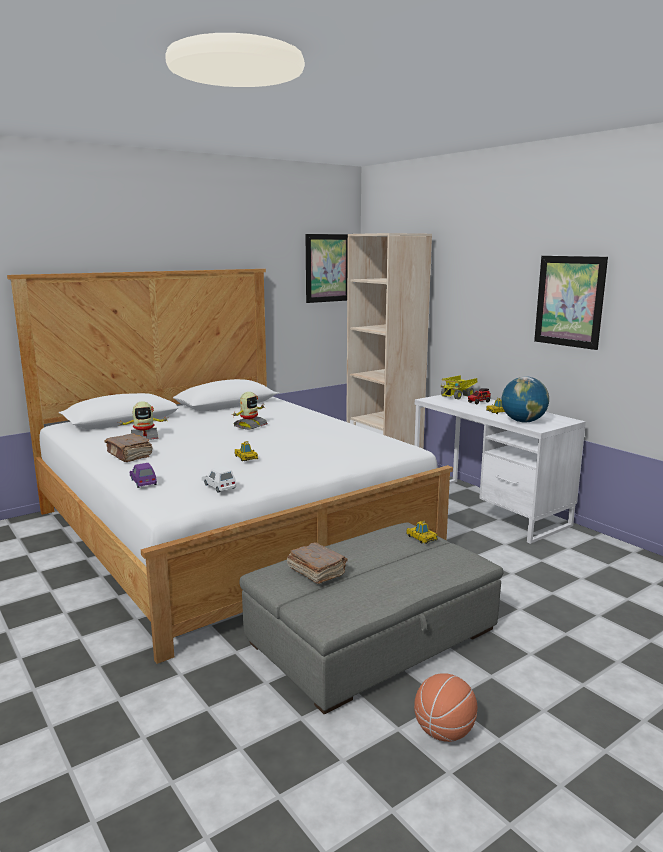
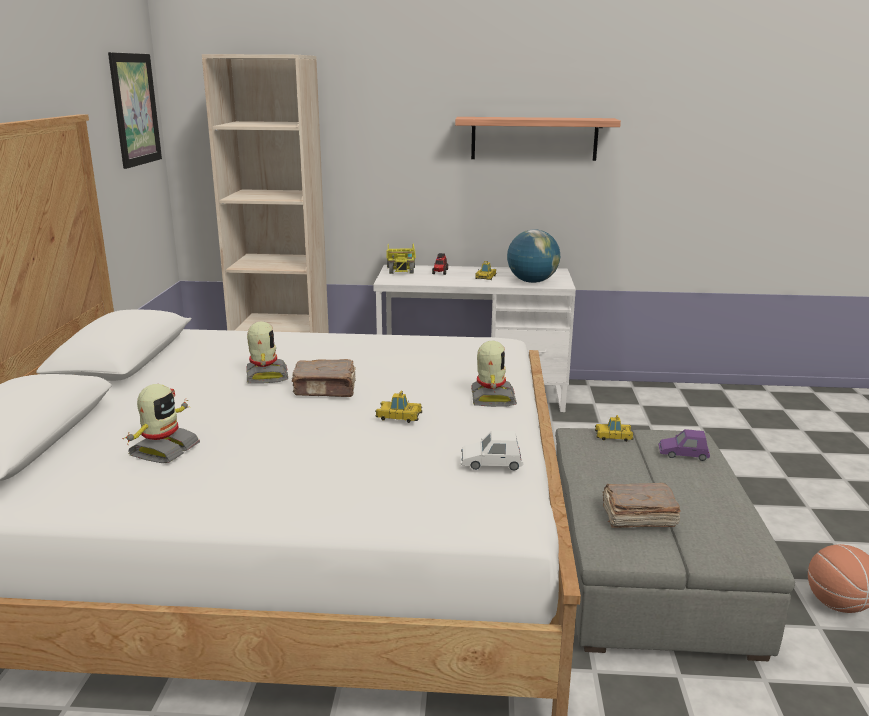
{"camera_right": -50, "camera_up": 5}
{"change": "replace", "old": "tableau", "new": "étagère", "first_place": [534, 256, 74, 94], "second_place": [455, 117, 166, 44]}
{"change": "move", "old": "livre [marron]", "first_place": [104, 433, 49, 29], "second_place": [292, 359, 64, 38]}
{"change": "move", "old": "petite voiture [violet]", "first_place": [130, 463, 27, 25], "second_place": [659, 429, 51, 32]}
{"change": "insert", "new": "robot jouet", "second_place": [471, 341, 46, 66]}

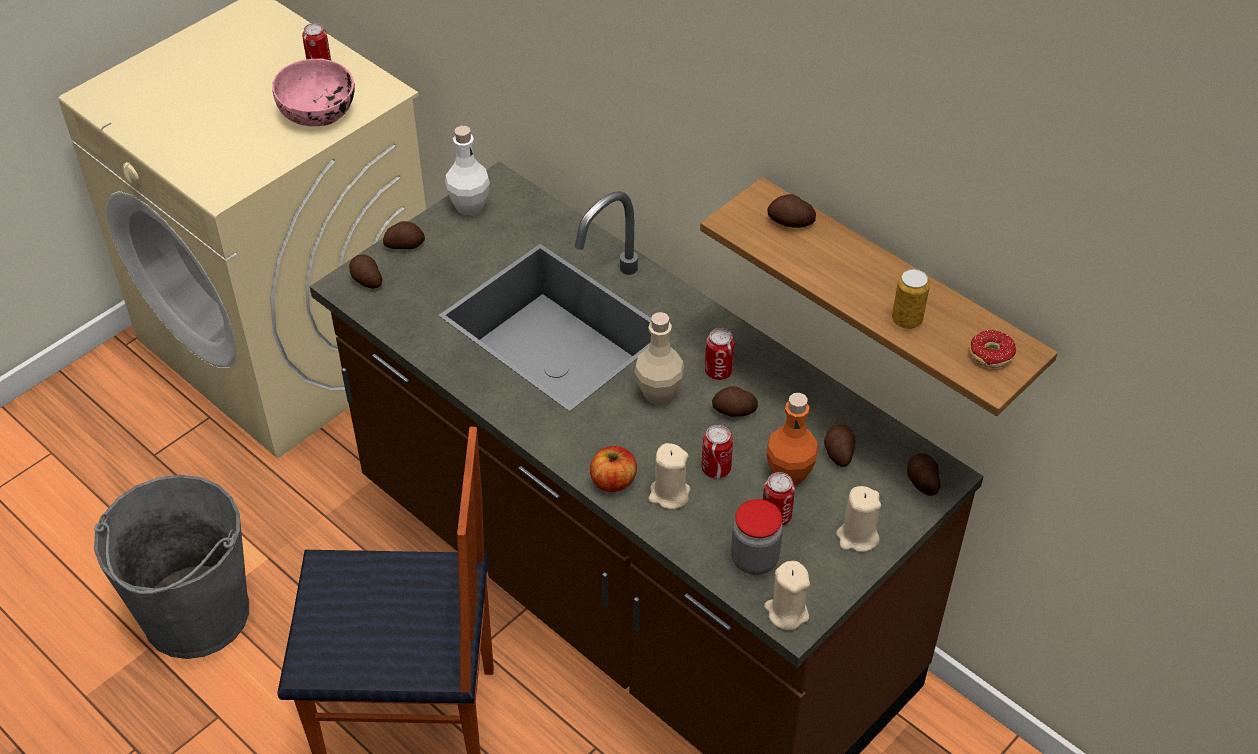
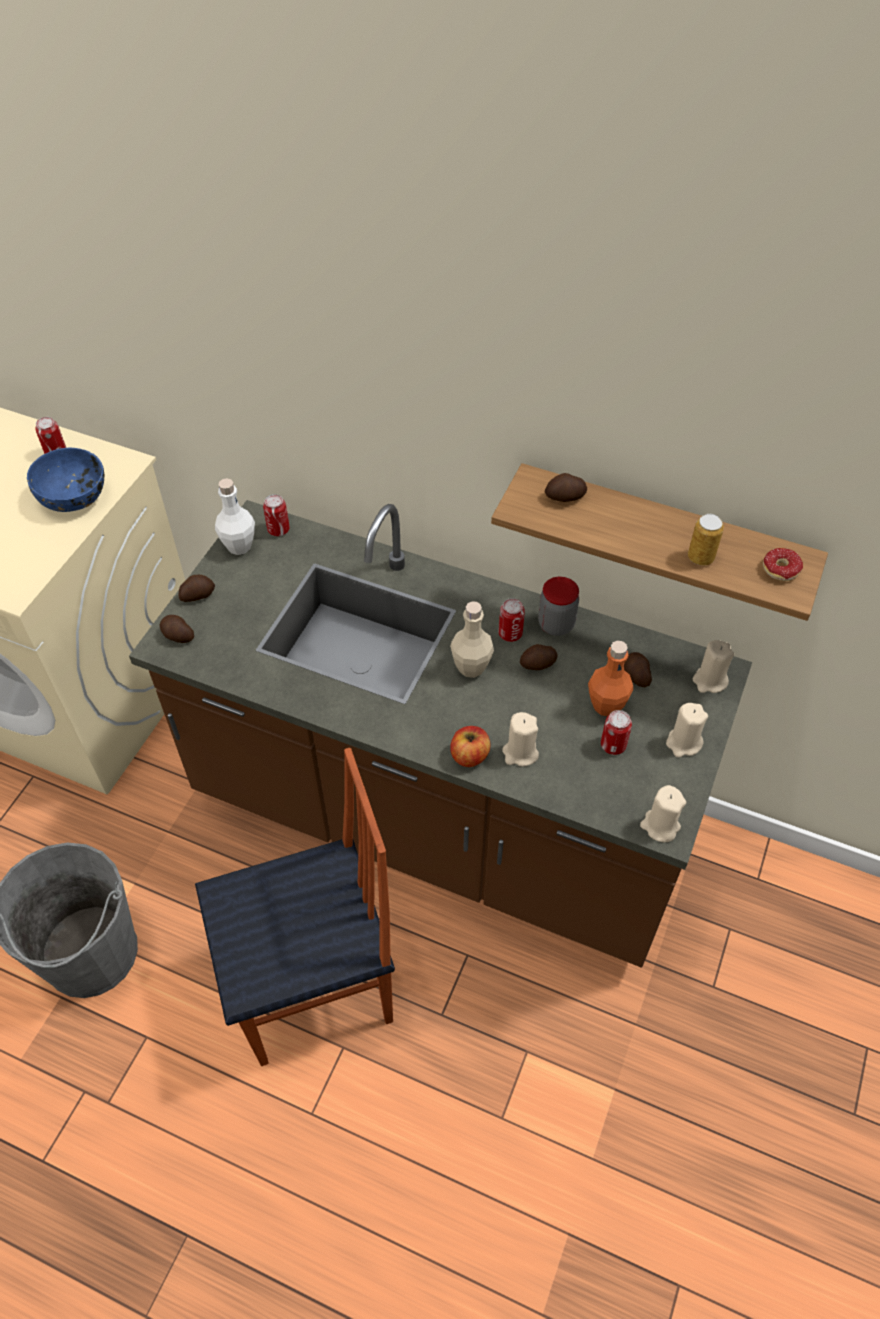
{"camera_right": -20, "camera_up": 5}
{"change": "recolor", "old": "bol [rose]", "new": "bol [bleu]", "first_place": [272, 59, 83, 67], "second_place": [27, 448, 77, 64]}
{"change": "move", "old": "boîte métallique", "first_place": [701, 425, 32, 53], "second_place": [263, 494, 27, 42]}
{"change": "replace", "old": "pomme de terre", "new": "bougie [beige]", "first_place": [907, 453, 33, 43], "second_place": [693, 640, 41, 53]}
{"change": "move", "old": "bocal", "first_place": [731, 499, 52, 76], "second_place": [538, 577, 41, 59]}

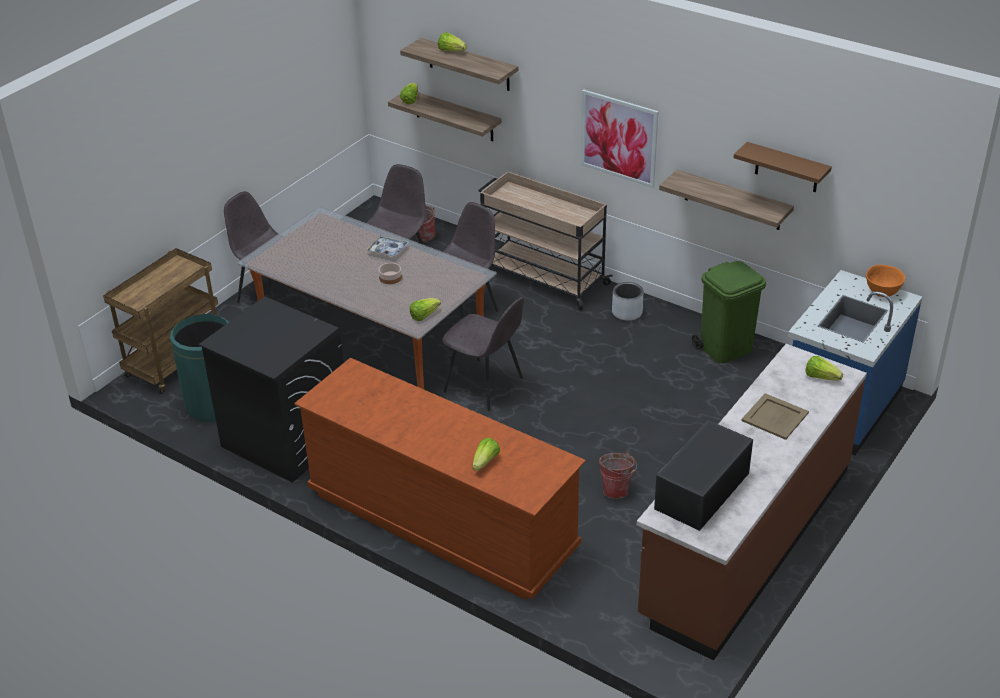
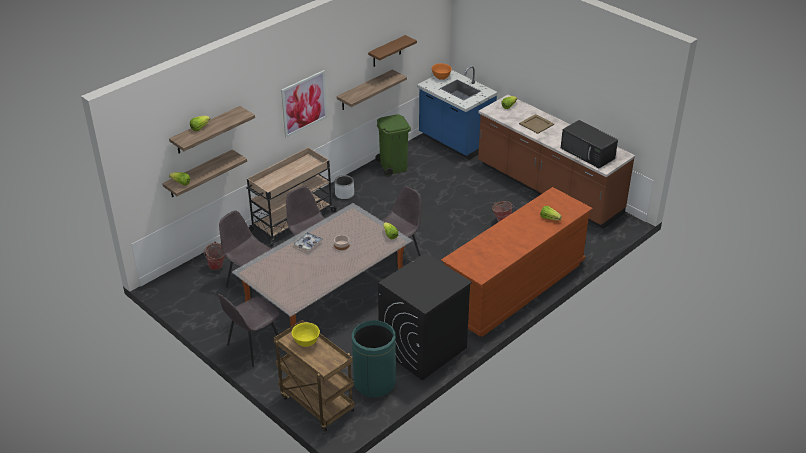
{"camera_right": -80, "camera_up": 0}
{"change": "insert", "new": "bol [jaune]", "second_place": [292, 322, 28, 25]}

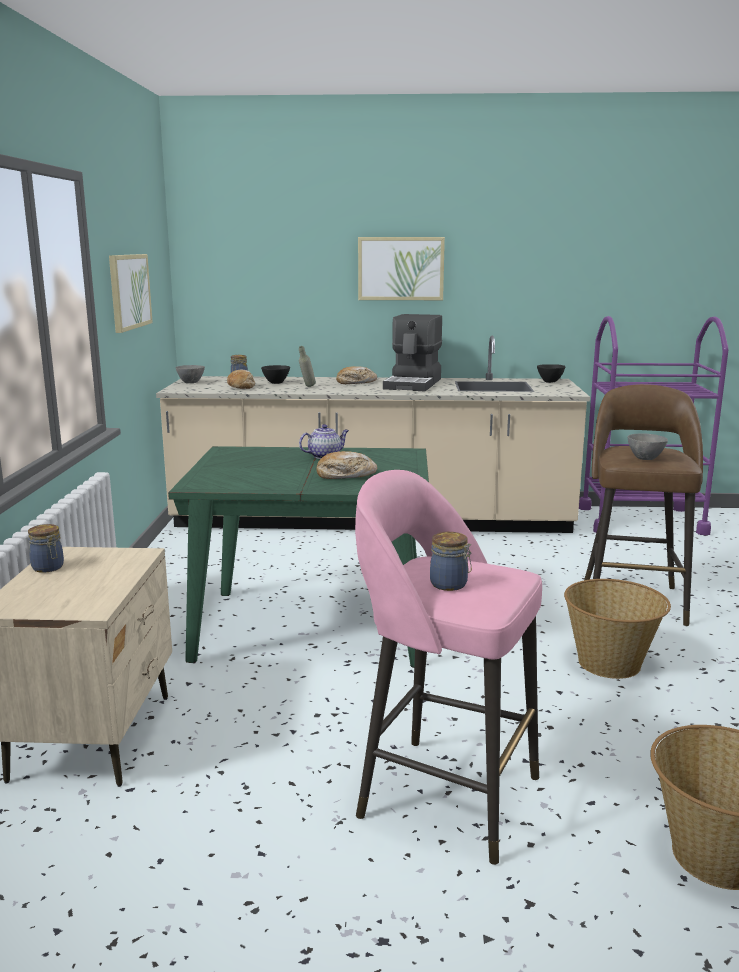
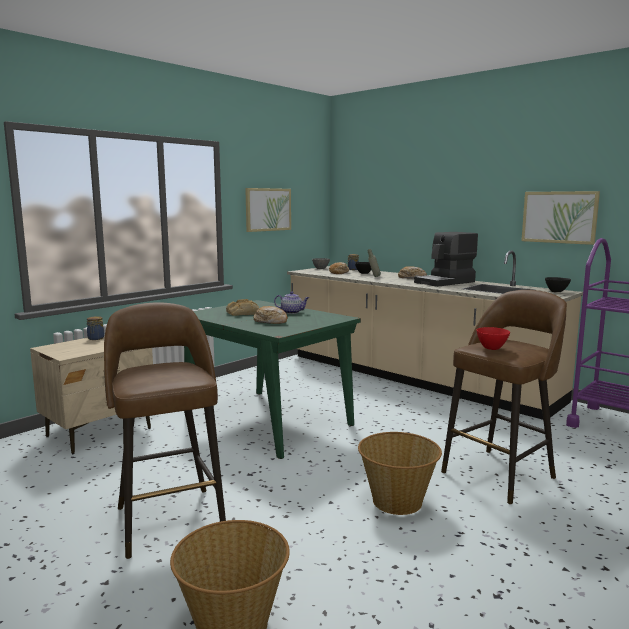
{"camera_right": 40, "camera_up": -5}
{"change": "move", "old": "tableau", "first_place": [358, 237, 87, 63], "second_place": [521, 191, 79, 54]}
{"change": "recolor", "old": "bol [gris]", "new": "bol [rouge]", "first_place": [627, 434, 41, 26], "second_place": [476, 327, 34, 23]}
{"change": "recolor", "old": "tabouret [rose]", "new": "tabouret [marron]", "first_place": [355, 470, 187, 395], "second_place": [104, 302, 122, 257]}
{"change": "delete", "old": "bocal", "first_place": [430, 532, 42, 59]}
{"change": "insert", "new": "pain", "second_place": [226, 299, 33, 17]}

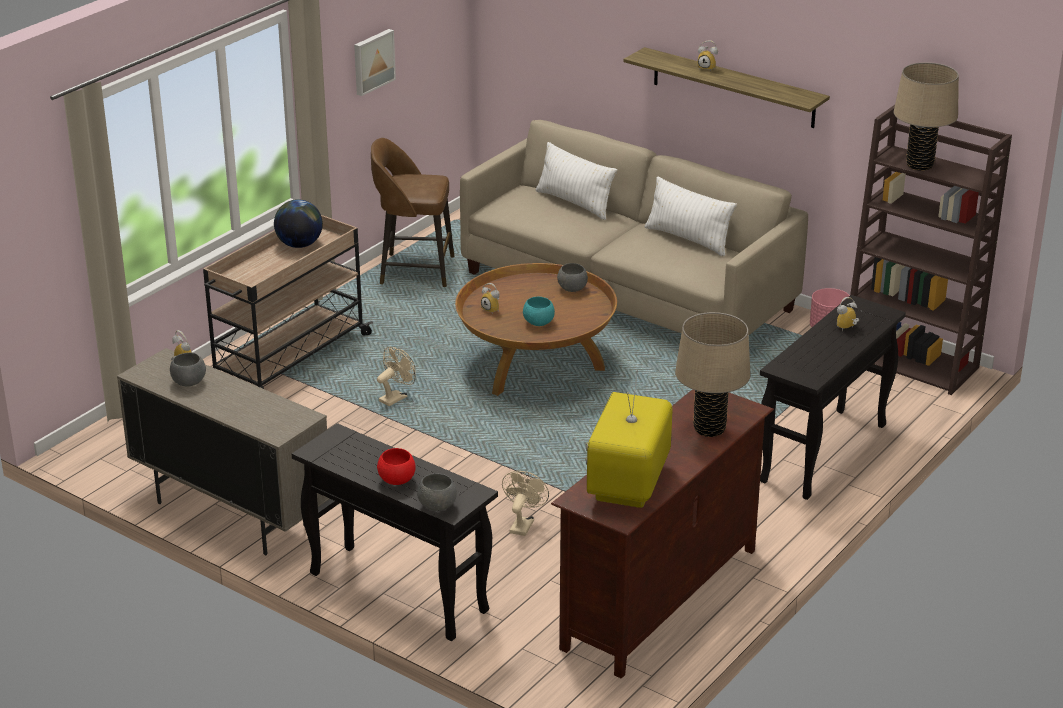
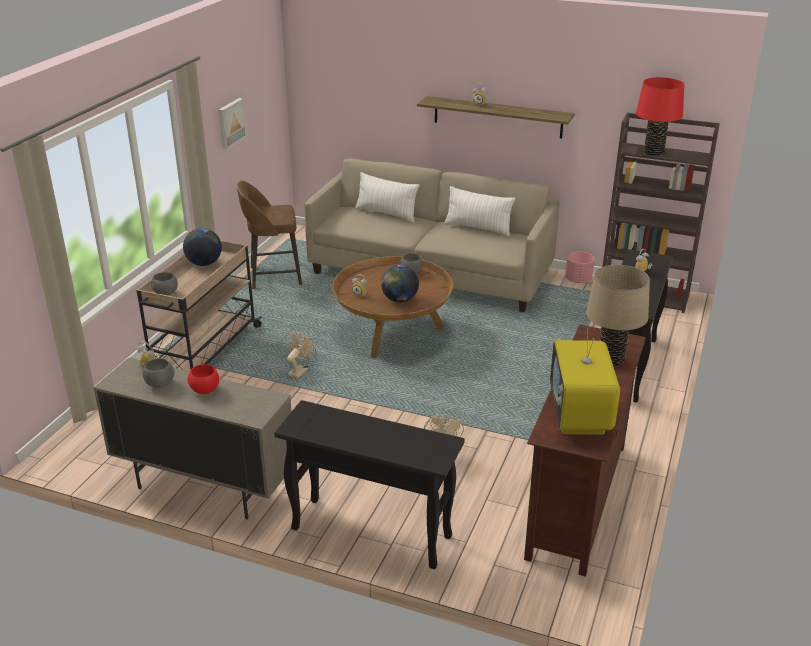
{"camera_right": -15, "camera_up": 0}
{"change": "recolor", "old": "lampe de table [beige]", "new": "lampe de table [rouge]", "first_place": [894, 62, 65, 109], "second_place": [636, 77, 48, 79]}
{"change": "replace", "old": "bol [turquoise]", "new": "globe", "first_place": [523, 297, 32, 29], "second_place": [381, 265, 38, 38]}
{"change": "move", "old": "bol [rouge]", "first_place": [377, 448, 39, 37], "second_place": [188, 364, 31, 30]}
{"change": "move", "old": "bol [gris]", "first_place": [417, 473, 40, 38], "second_place": [151, 272, 27, 23]}

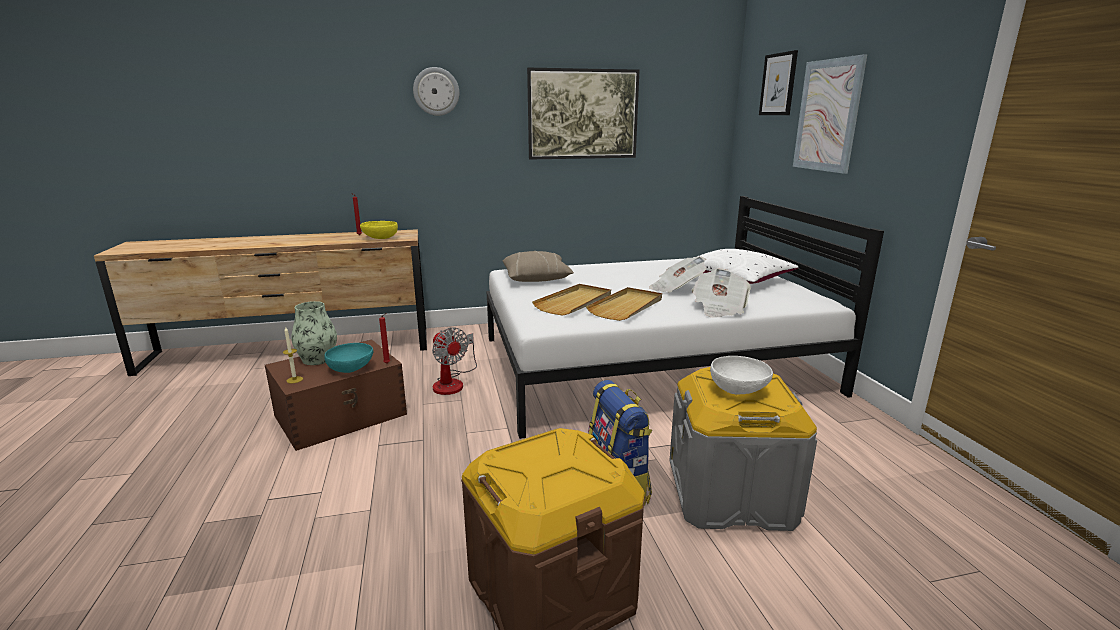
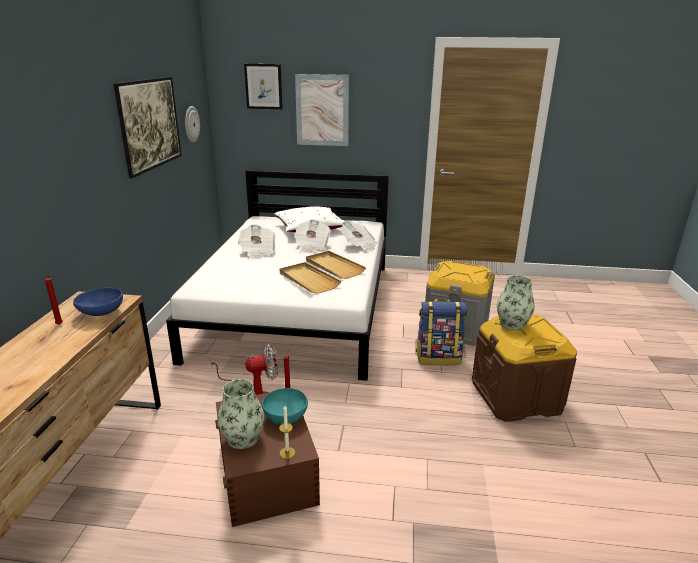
{"camera_right": -70, "camera_up": 5}
{"change": "move", "old": "horloge murale", "first_place": [413, 67, 46, 49], "second_place": [185, 106, 15, 37]}
{"change": "recolor", "old": "bol [jaune]", "new": "bol [bleu]", "first_place": [360, 221, 38, 18], "second_place": [73, 288, 50, 28]}
{"change": "delete", "old": "coussin [beige]", "first_place": [503, 251, 71, 31]}
{"change": "delete", "old": "bol [blanc]", "first_place": [710, 356, 63, 38]}
{"change": "insert", "new": "journal", "second_place": [238, 224, 38, 36]}
{"change": "insert", "new": "vase", "second_place": [497, 275, 38, 55]}

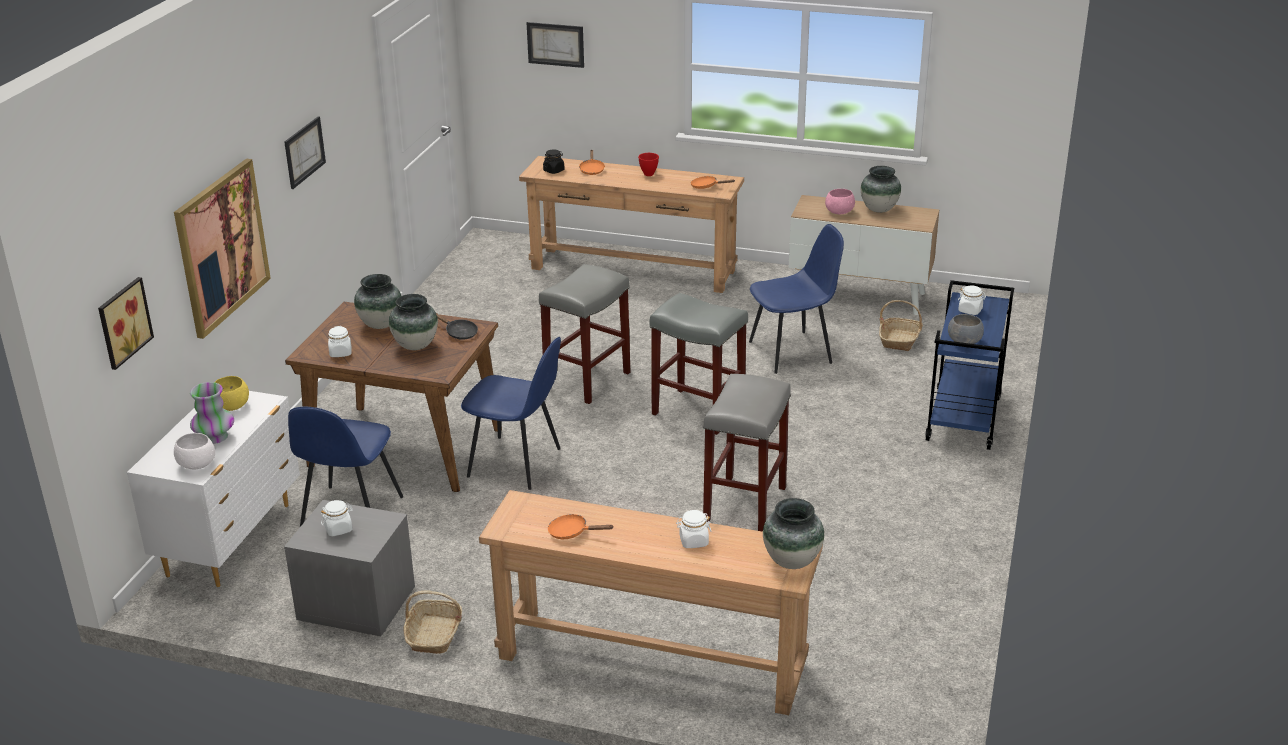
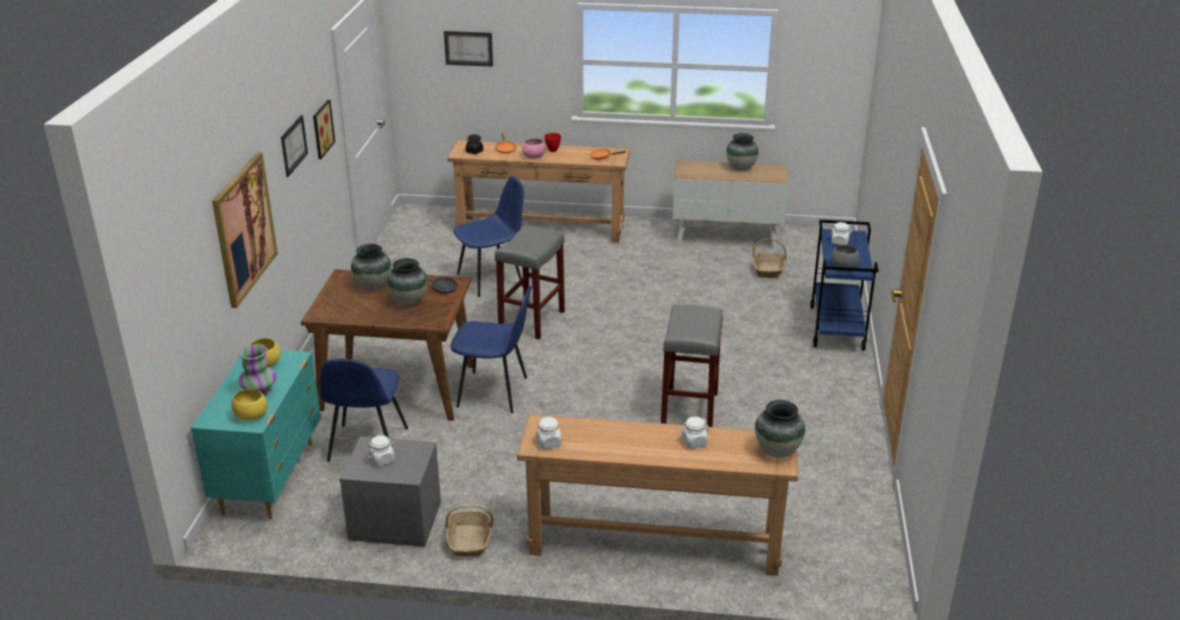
{"camera_right": -10, "camera_up": 0}
{"change": "move", "old": "bol [rose]", "first_place": [825, 189, 30, 25], "second_place": [522, 138, 24, 21]}
{"change": "move", "old": "chaise [bleu]", "first_place": [749, 224, 95, 150], "second_place": [453, 176, 71, 121]}
{"change": "move", "old": "tableau", "first_place": [98, 277, 56, 93], "second_place": [313, 100, 22, 59]}
{"change": "delete", "old": "tabouret [gris]", "first_place": [650, 293, 98, 142]}
{"change": "move", "old": "bocal [blanc]", "first_place": [328, 326, 23, 31], "second_place": [536, 416, 26, 33]}
{"change": "recolor", "old": "commode [blanc]", "new": "commode [turquoise]", "first_place": [127, 391, 173, 196], "second_place": [191, 350, 130, 169]}
{"change": "recolor", "old": "bol [blanc]", "new": "bol [jaune]", "first_place": [174, 433, 41, 37], "second_place": [231, 389, 36, 31]}
{"change": "delete", "old": "poêle [orange]", "first_place": [548, 514, 65, 25]}

